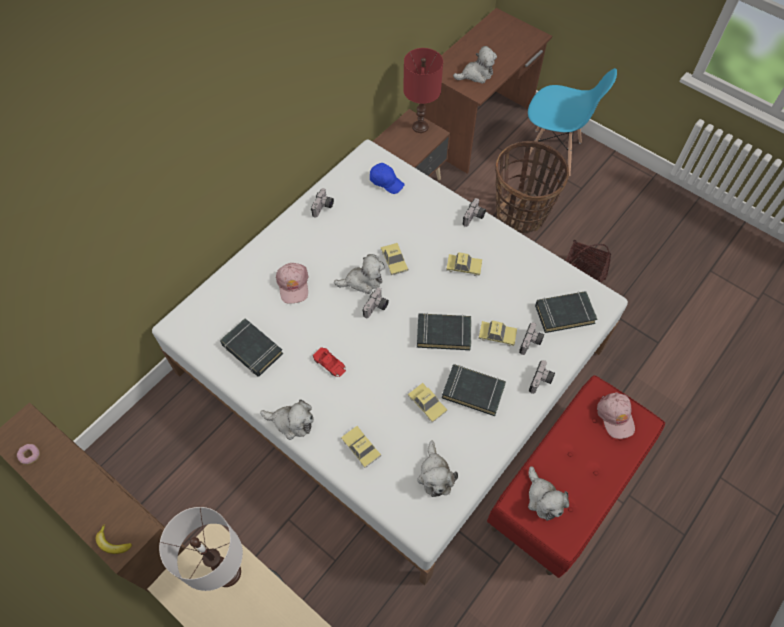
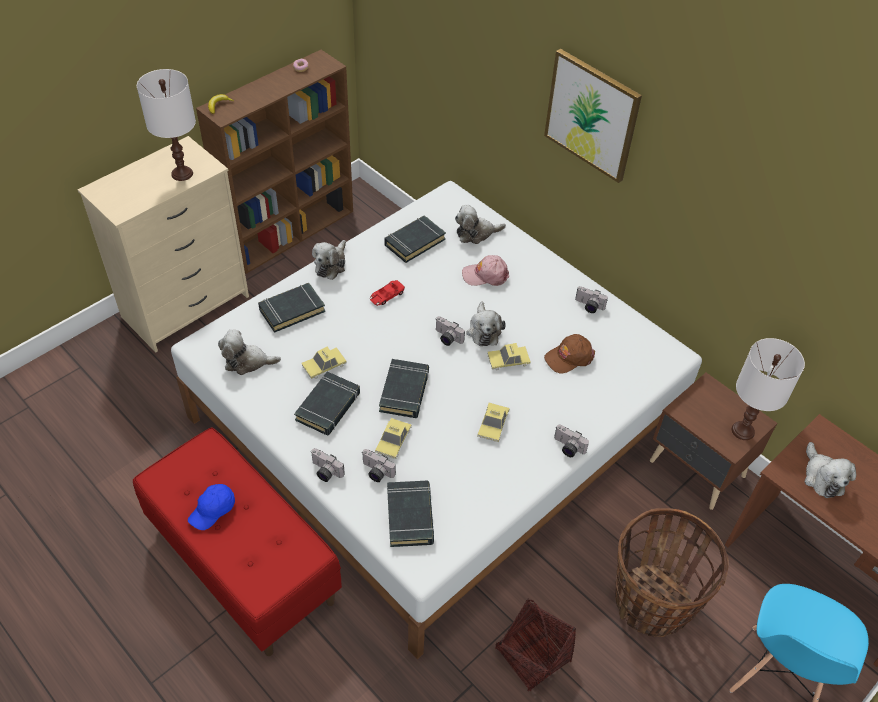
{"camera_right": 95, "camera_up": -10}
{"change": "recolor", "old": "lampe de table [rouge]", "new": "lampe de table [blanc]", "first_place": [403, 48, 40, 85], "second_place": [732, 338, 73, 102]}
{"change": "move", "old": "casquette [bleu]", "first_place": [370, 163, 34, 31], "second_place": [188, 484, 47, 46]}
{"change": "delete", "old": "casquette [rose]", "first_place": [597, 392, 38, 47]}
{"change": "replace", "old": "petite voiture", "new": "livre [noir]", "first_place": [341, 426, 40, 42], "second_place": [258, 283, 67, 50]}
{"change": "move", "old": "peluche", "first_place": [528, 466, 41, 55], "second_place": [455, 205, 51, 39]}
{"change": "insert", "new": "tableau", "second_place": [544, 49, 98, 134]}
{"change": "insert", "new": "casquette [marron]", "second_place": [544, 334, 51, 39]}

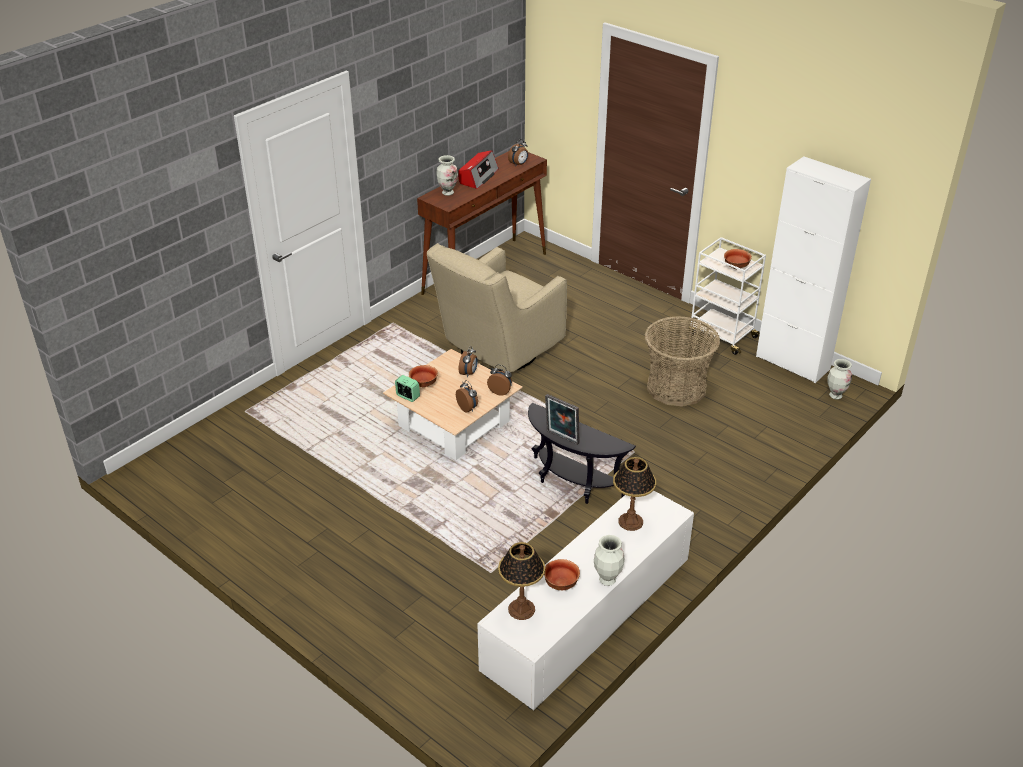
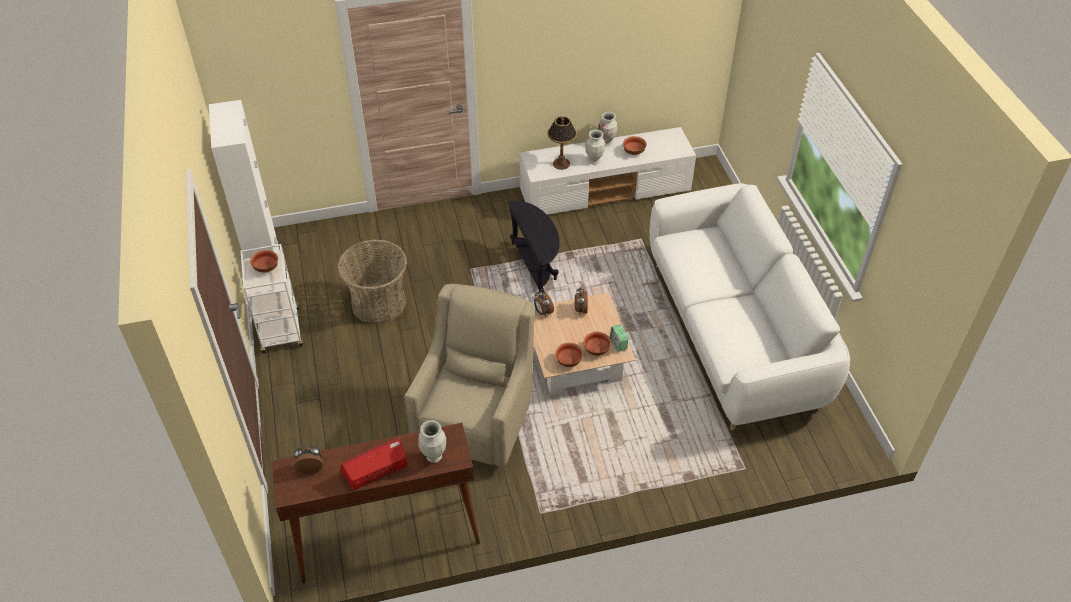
{"camera_right": -145, "camera_up": 10}
{"change": "rotate", "old": "fauteuil [beige]", "first_place": [427, 243, 140, 129], "second_place": [404, 284, 131, 183], "degrees": -60}
{"change": "delete", "old": "réveil", "first_place": [459, 346, 19, 31]}
{"change": "move", "old": "vase", "first_place": [827, 359, 25, 41], "second_place": [585, 130, 20, 35]}
{"change": "delete", "old": "cadre photo", "first_place": [545, 394, 35, 51]}
{"change": "delete", "old": "lampe de table", "first_place": [498, 542, 47, 78]}
{"change": "insert", "new": "canapé [blanc]", "second_place": [650, 183, 200, 248]}
{"change": "insert", "new": "bol", "second_place": [555, 343, 28, 24]}

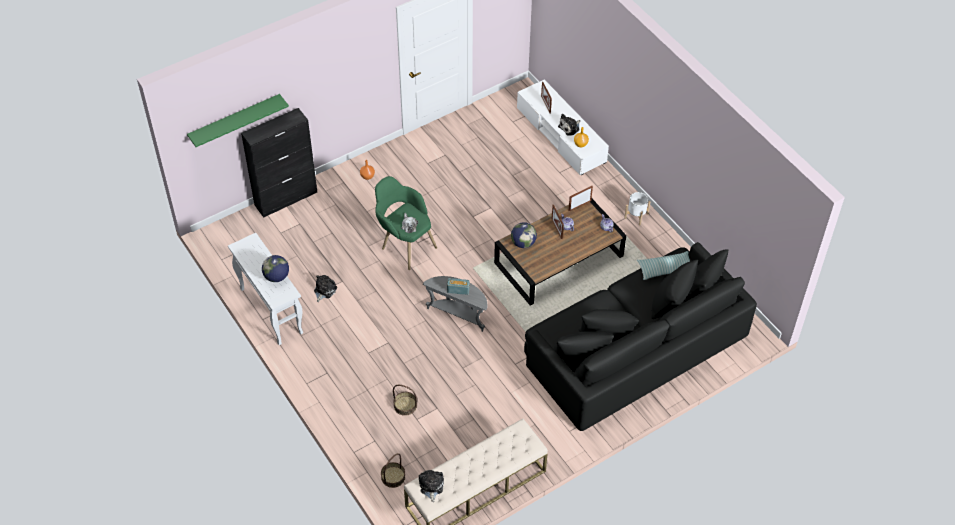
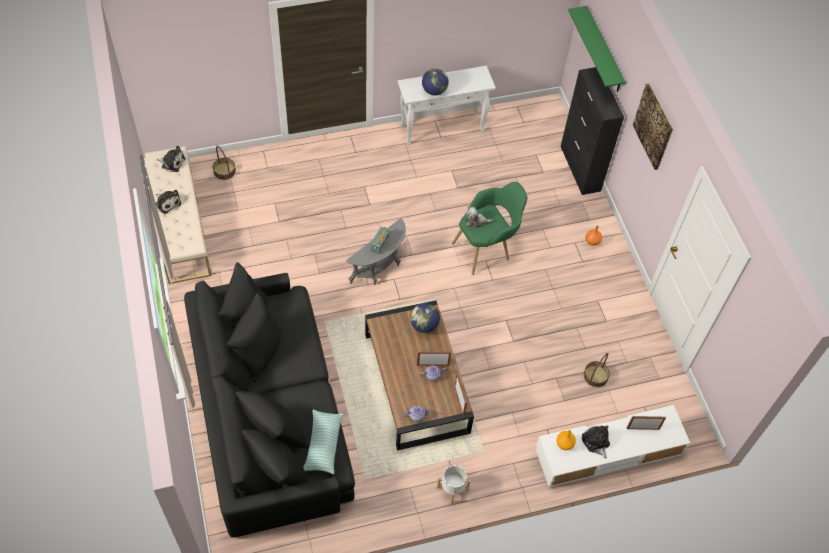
{"camera_right": 105, "camera_up": 5}
{"change": "move", "old": "peluche", "first_place": [314, 275, 23, 27], "second_place": [155, 190, 26, 24]}
{"change": "move", "old": "panier", "first_place": [393, 385, 24, 31], "second_place": [583, 353, 27, 34]}
{"change": "insert", "new": "tableau", "second_place": [633, 83, 40, 87]}

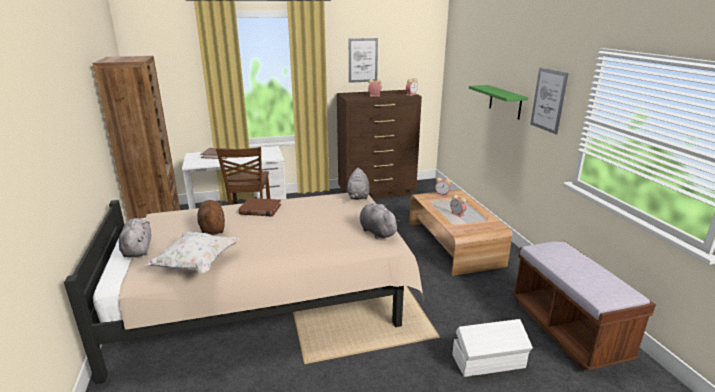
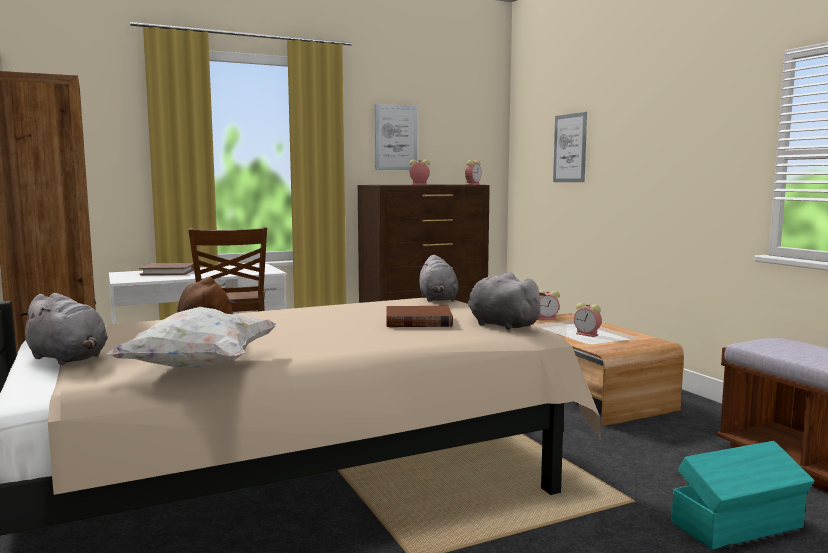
{"camera_right": -10, "camera_up": -15}
{"change": "move", "old": "tableau", "first_place": [530, 68, 39, 66], "second_place": [553, 112, 34, 70]}
{"change": "delete", "old": "étagère [vert]", "first_place": [469, 85, 59, 35]}
{"change": "move", "old": "livre [marron]", "first_place": [239, 198, 42, 18], "second_place": [387, 306, 66, 21]}
{"change": "rotate", "old": "peluche [gris]", "first_place": [119, 218, 32, 40], "second_place": [18, 293, 90, 72], "degrees": 150}
{"change": "recolor", "old": "boîte de rangement [blanc]", "new": "boîte de rangement [turquoise]", "first_place": [452, 319, 81, 58], "second_place": [672, 441, 143, 109]}

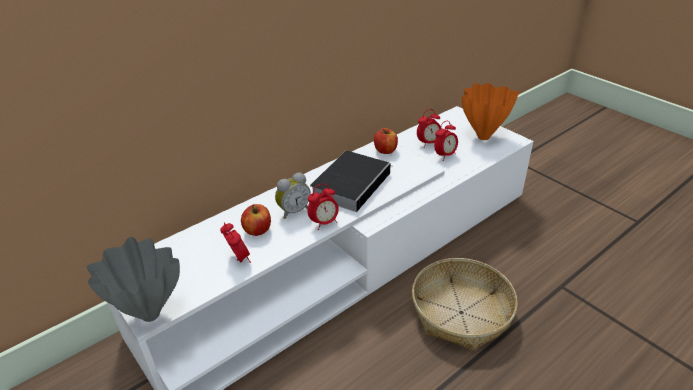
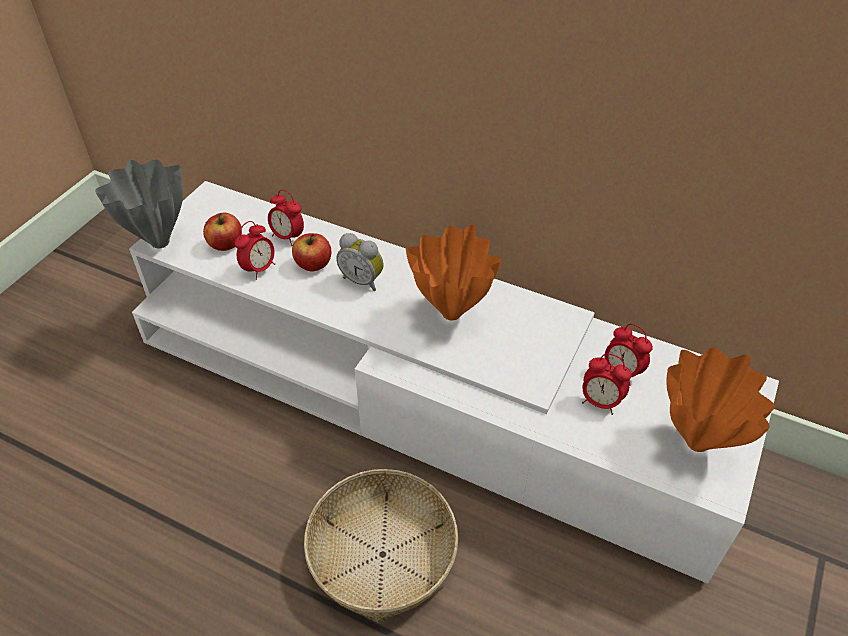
{"camera_right": 65, "camera_up": 10}
{"change": "move", "old": "pomme", "first_place": [374, 128, 24, 26], "second_place": [203, 213, 39, 38]}
{"change": "replace", "old": "livre", "new": "vase [orange]", "first_place": [310, 151, 82, 61], "second_place": [406, 225, 95, 95]}
{"change": "move", "old": "réveil", "first_place": [307, 184, 32, 46], "second_place": [268, 190, 36, 56]}

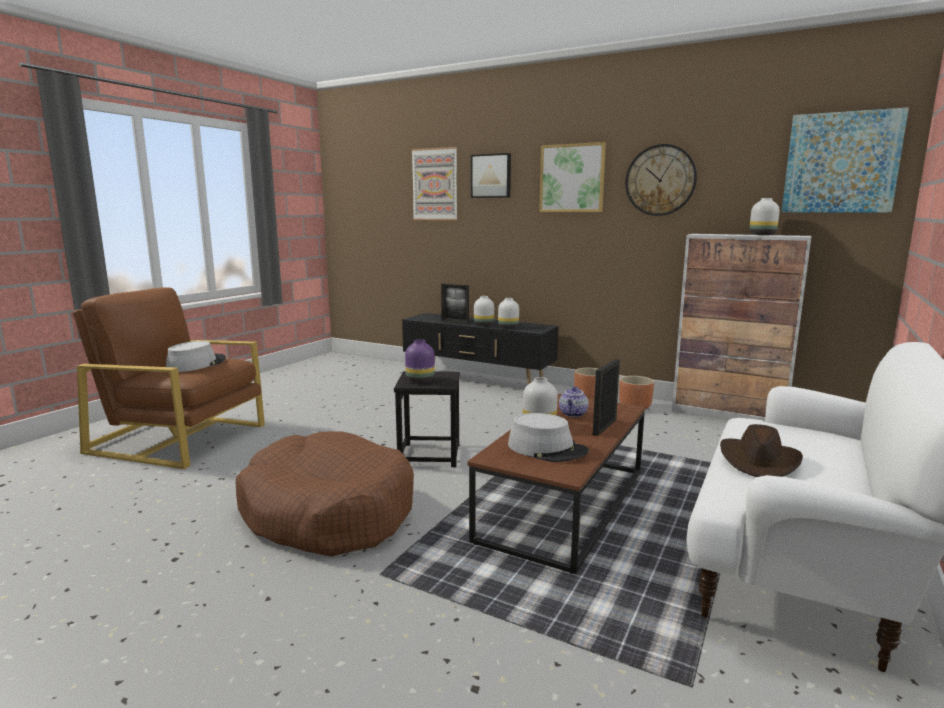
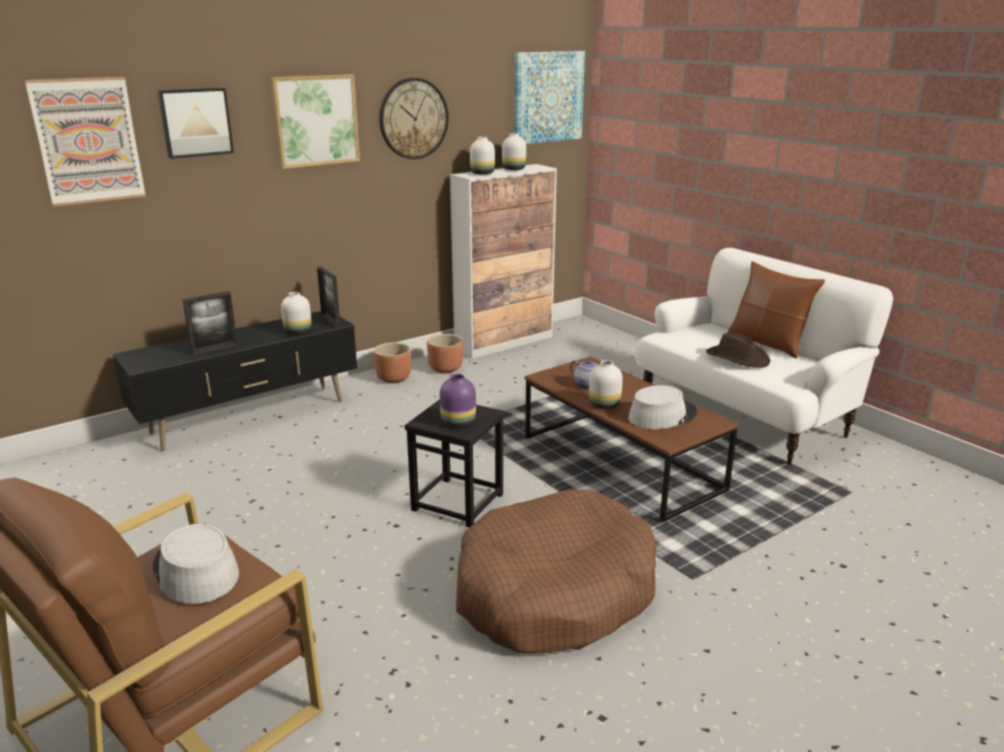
{"camera_right": -65, "camera_up": 10}
{"change": "move", "old": "vase [blanc]", "first_place": [474, 296, 20, 30], "second_place": [470, 137, 25, 38]}
{"change": "move", "old": "cadre photo", "first_place": [593, 359, 27, 77], "second_place": [317, 267, 24, 61]}
{"change": "insert", "new": "coussin [marron]", "second_place": [728, 261, 97, 97]}

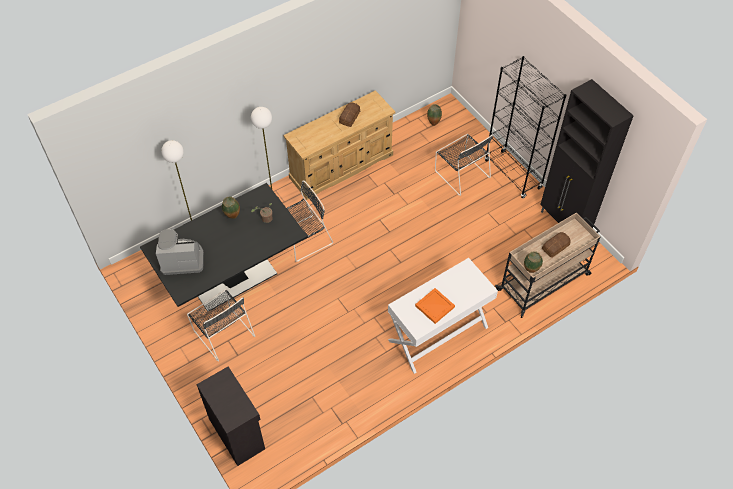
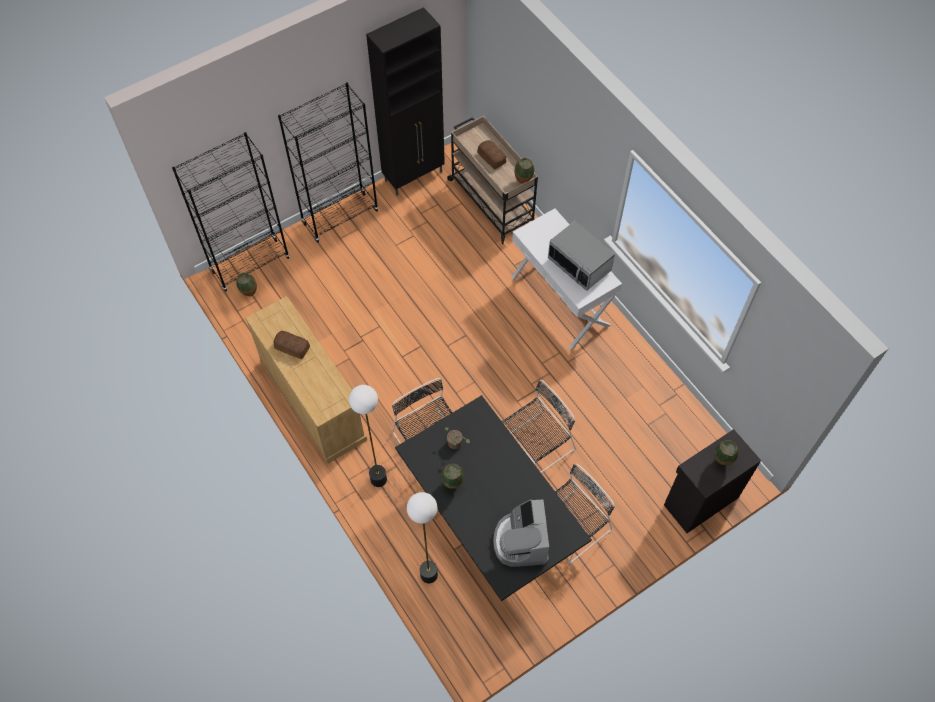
{"camera_right": -90, "camera_up": 5}
{"change": "move", "old": "chaise [noir]", "first_place": [435, 134, 58, 62], "second_place": [502, 380, 74, 93]}
{"change": "replace", "old": "plateau [orange]", "new": "micro-ondes", "first_place": [415, 288, 40, 36], "second_place": [548, 221, 67, 70]}
{"change": "insert", "new": "bibliothèque [noir]", "second_place": [172, 132, 118, 160]}
{"change": "insert", "new": "vase", "second_place": [714, 440, 25, 25]}

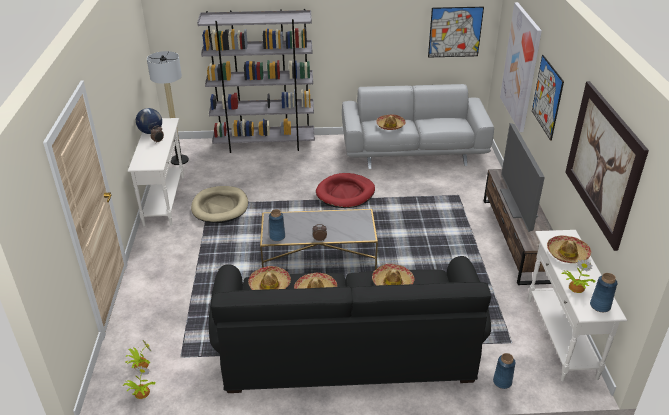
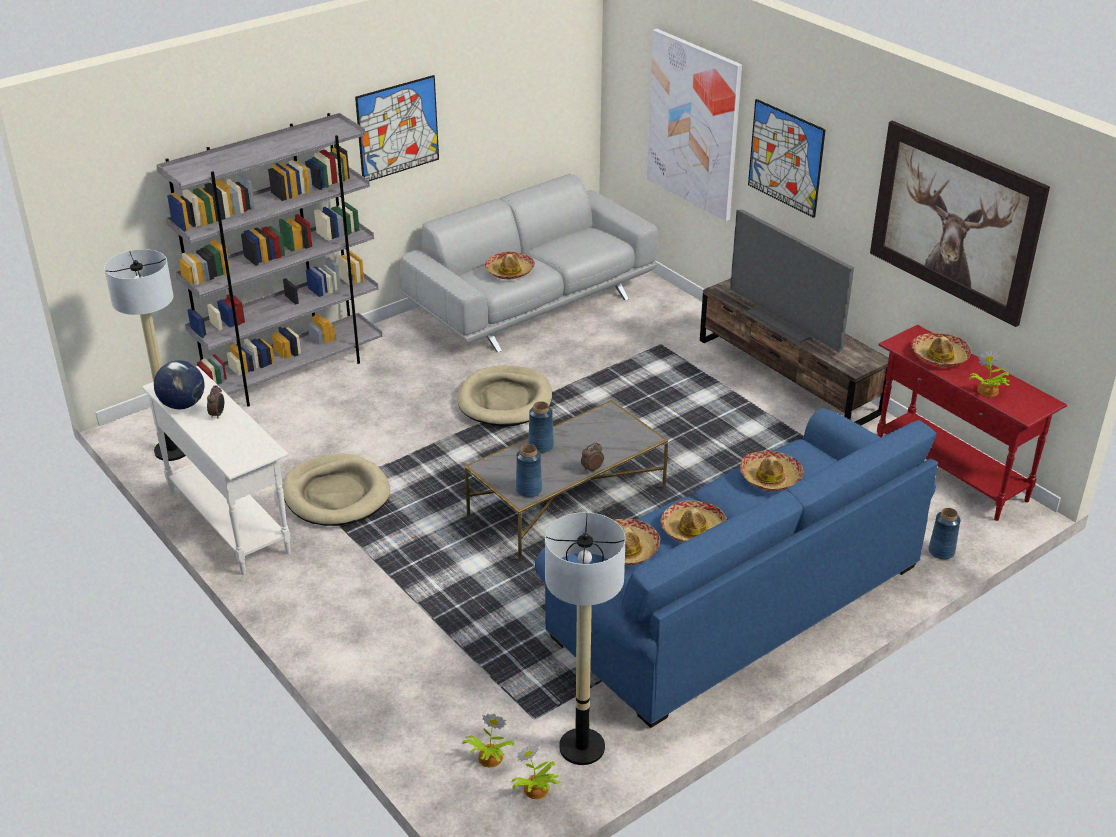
{"camera_right": -35, "camera_up": 0}
{"change": "move", "old": "tableau", "first_place": [428, 7, 56, 51], "second_place": [355, 75, 84, 106]}
{"change": "recolor", "old": "panier pour chien [rouge]", "new": "panier pour chien [beige]", "first_place": [316, 173, 59, 35], "second_place": [458, 365, 94, 62]}
{"change": "recolor", "old": "table console [blanc]", "new": "table console [rouge]", "first_place": [528, 230, 99, 151], "second_place": [877, 325, 190, 196]}
{"change": "recolor", "old": "canapé [noir]", "new": "canapé [bleu]", "first_place": [209, 256, 282, 137], "second_place": [535, 408, 403, 320]}
{"change": "move", "old": "vase [bleu]", "first_place": [590, 273, 28, 39], "second_place": [528, 401, 26, 52]}
{"change": "insert", "new": "lampadaire", "second_place": [545, 512, 81, 253]}

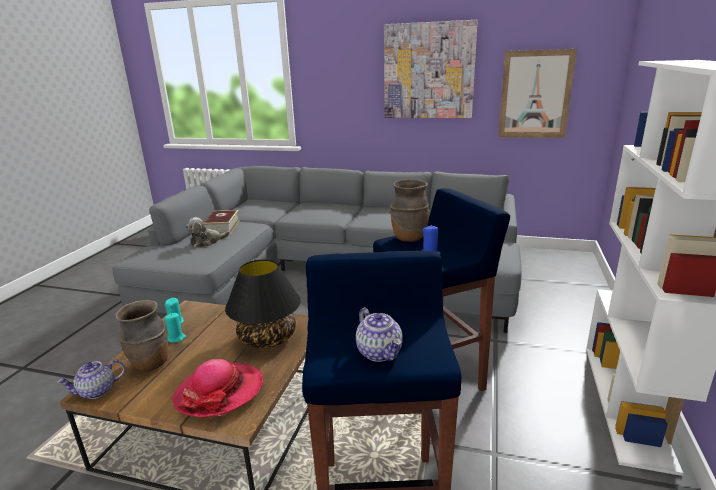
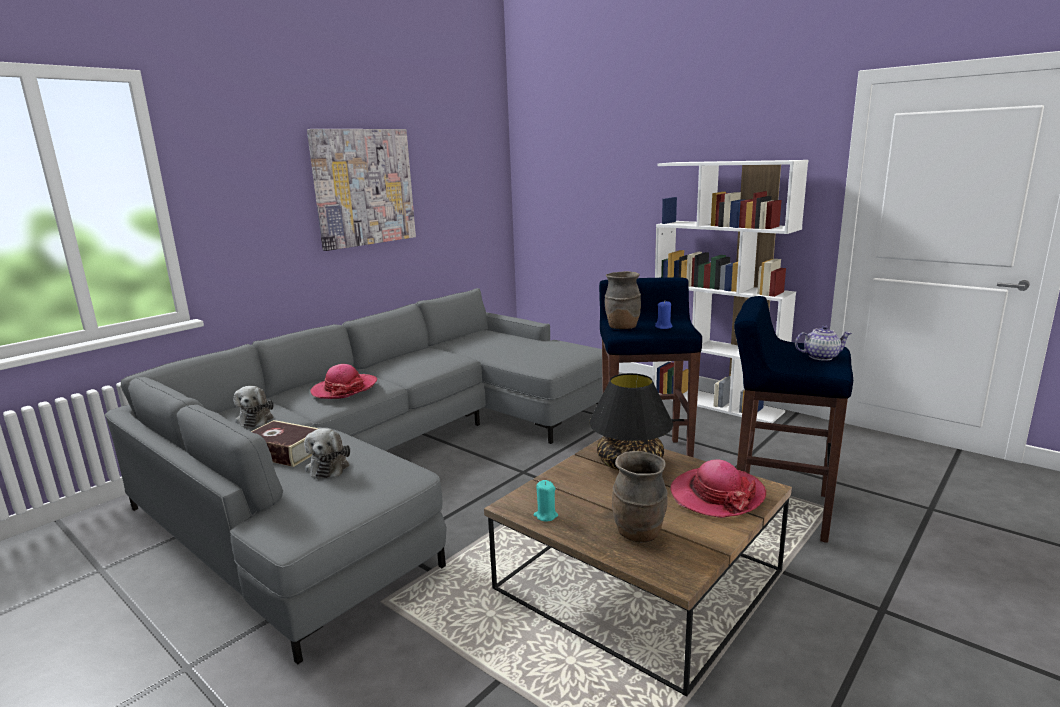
{"camera_right": -65, "camera_up": -5}
{"change": "delete", "old": "tableau", "first_place": [498, 49, 79, 89]}
{"change": "delete", "old": "bougie [turquoise]", "first_place": [164, 313, 22, 30]}
{"change": "delete", "old": "théière", "first_place": [57, 360, 68, 39]}
{"change": "insert", "new": "chapeau", "second_place": [310, 364, 67, 35]}
{"change": "insert", "new": "peluche", "second_place": [233, 386, 41, 42]}

